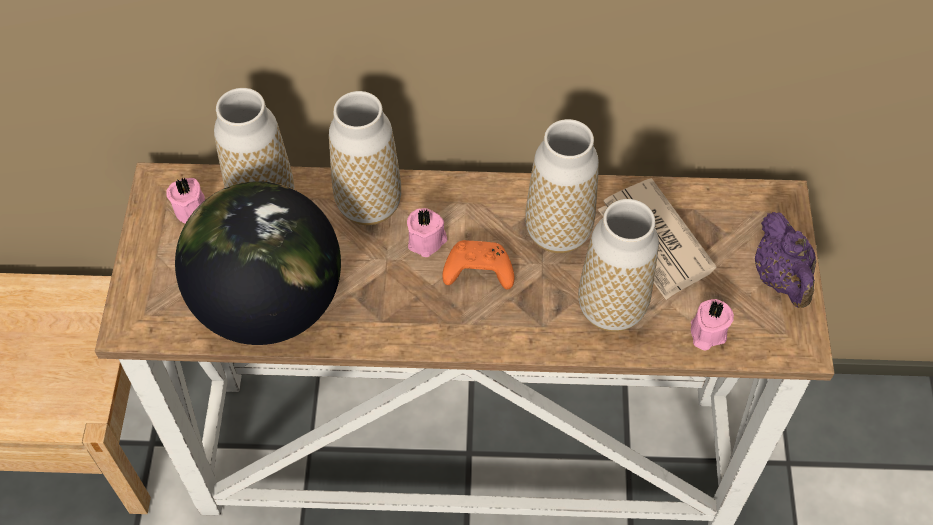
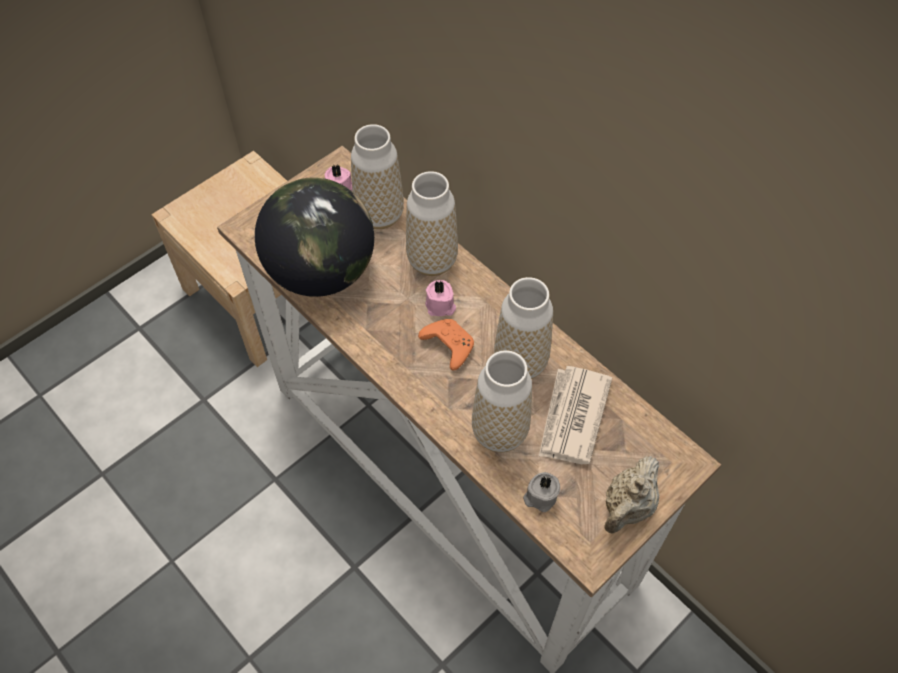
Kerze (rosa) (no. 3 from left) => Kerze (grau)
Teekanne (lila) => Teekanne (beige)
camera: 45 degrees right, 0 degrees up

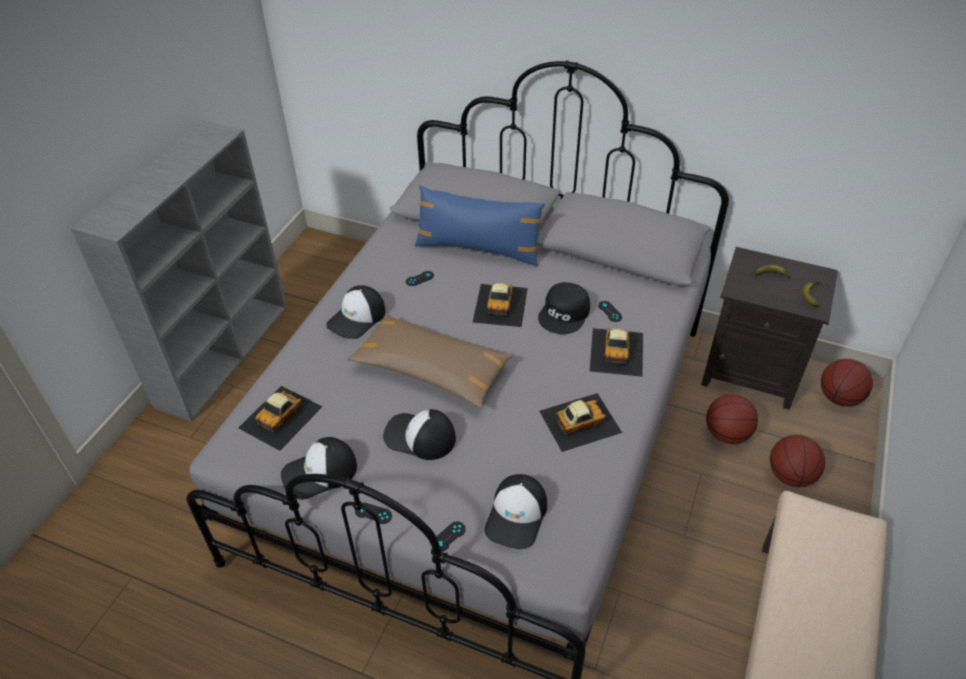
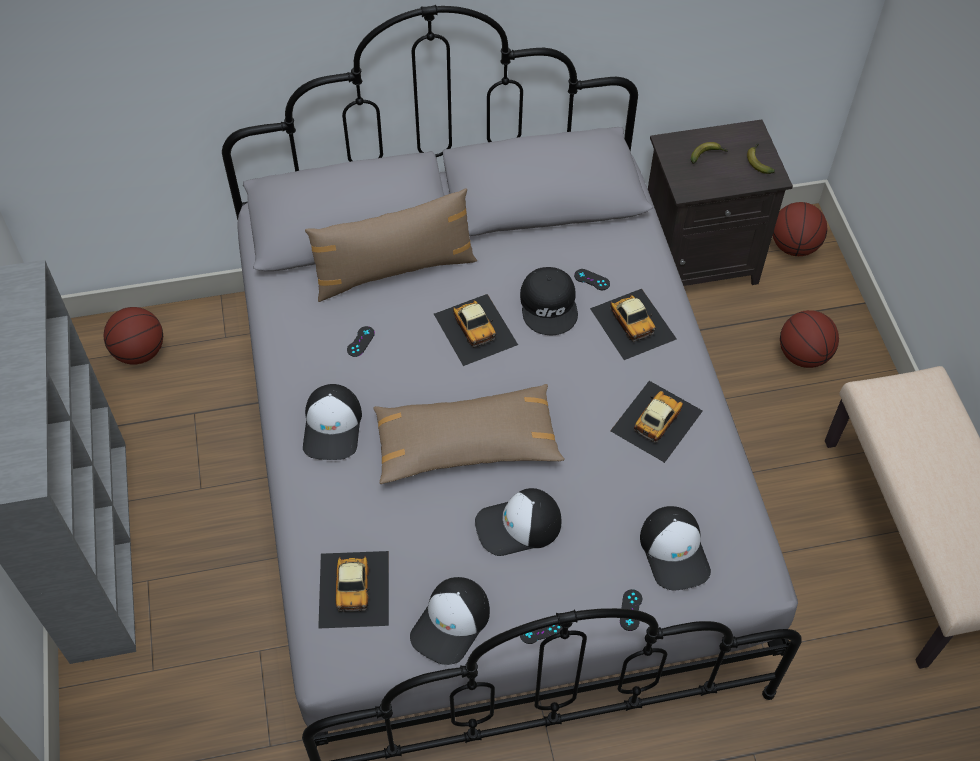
Kissen (blau) => Kissen (braun) (no. 1 from left)
Basketball (no. 1 from left), shifted
camera: 35 degrees left, 10 degrees up

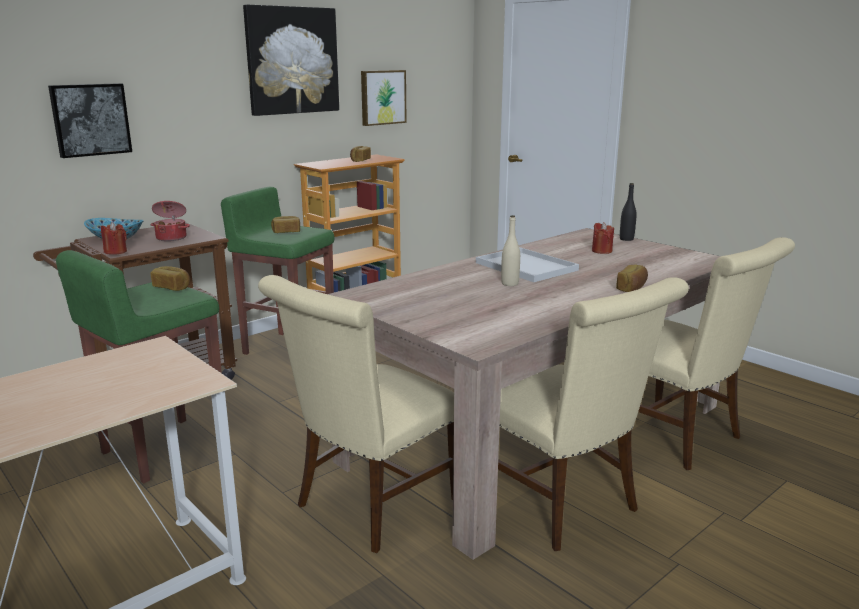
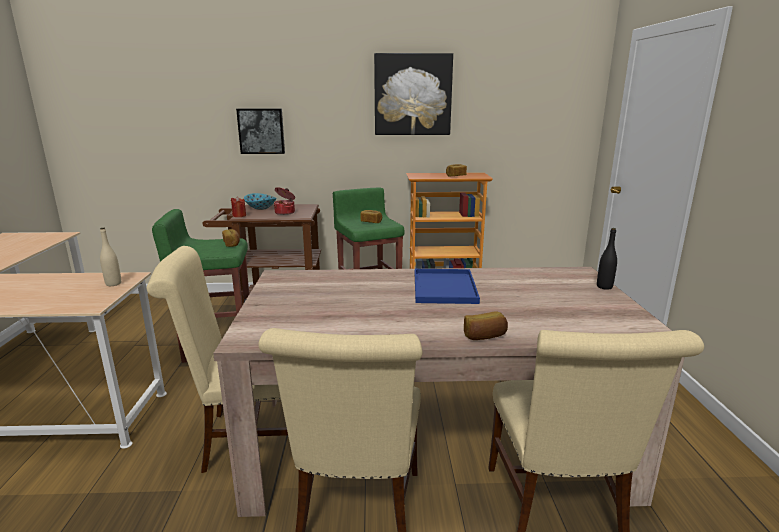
Bild (no. 3 from left) => nothing
Tablett (weiß) => Tablett (blau)
Flasche (beige), shifted
Kerze (rot) (no. 2 from left) => nothing
camera: 40 degrees right, 0 degrees up

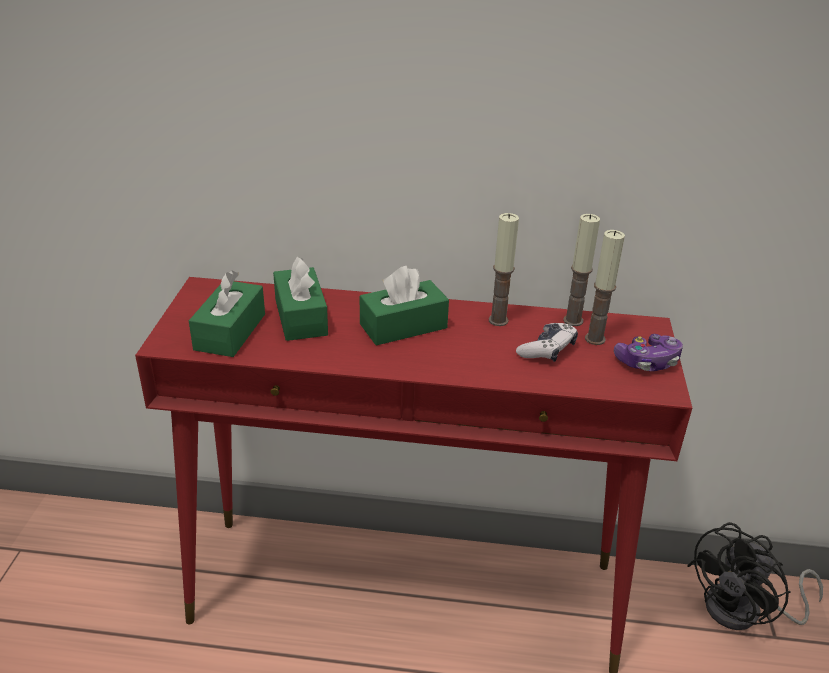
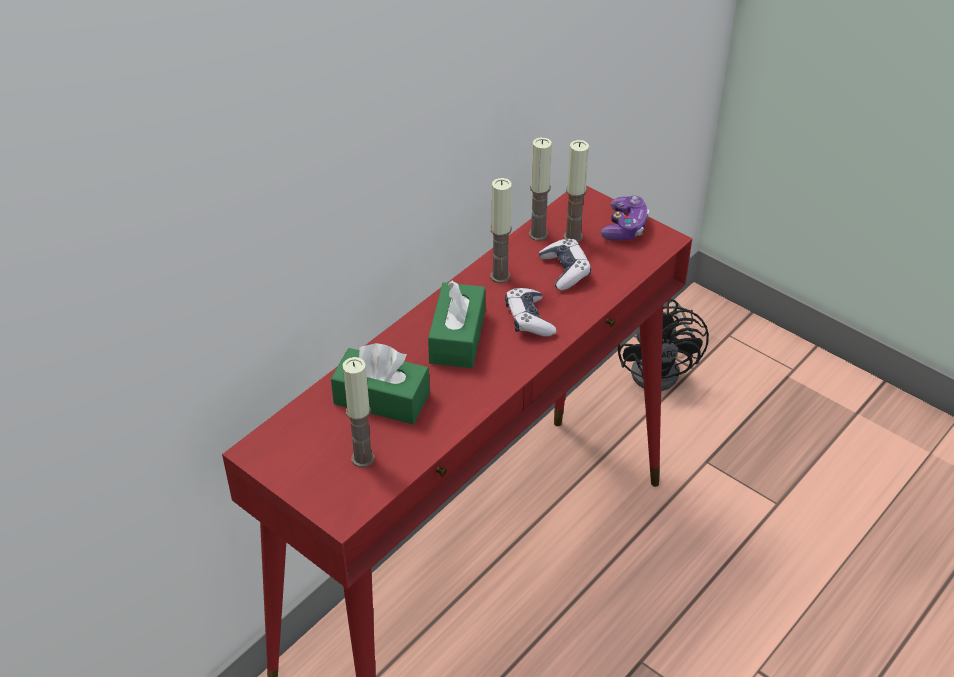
Taschentuchbox (grün) (no. 1 from left) => Kerze (no. 1 from left)
nothing => Gamepad (no. 1 from left)
camera: 55 degrees left, 10 degrees up

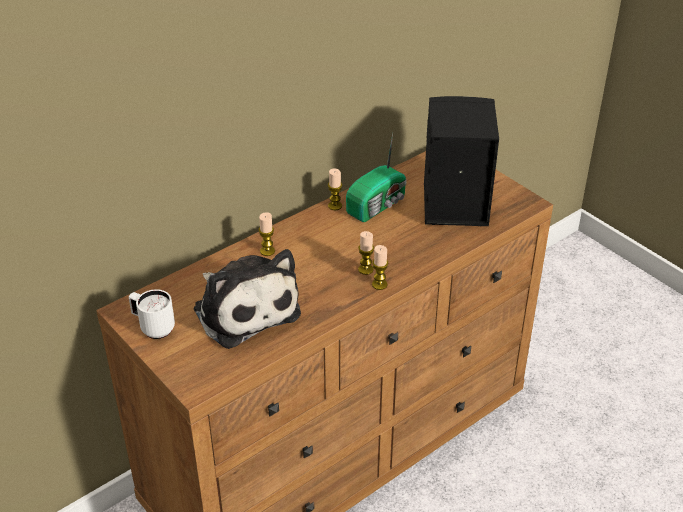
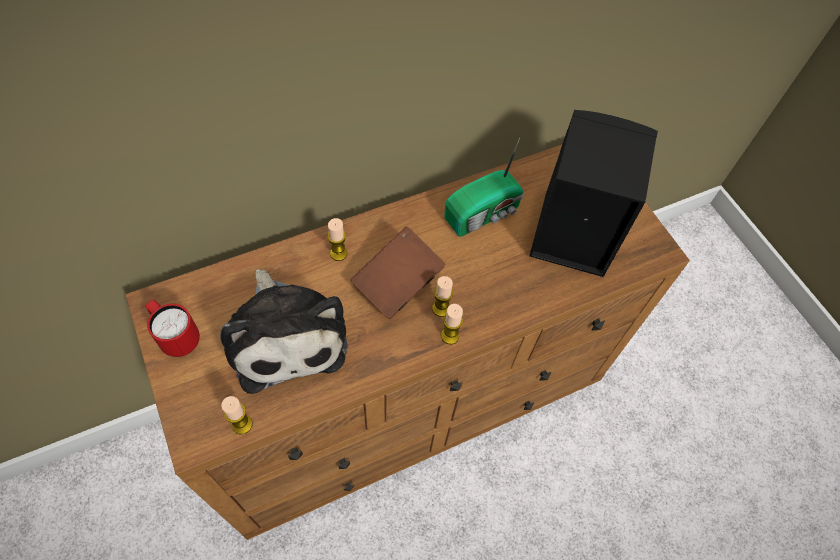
Henkelbecher (weiß) => Henkelbecher (rot)
Kerze (no. 2 from left in the first image) => Kerze (no. 1 from left), shifted
nothing => Buch (braun)
camera: 10 degrees right, 20 degrees up

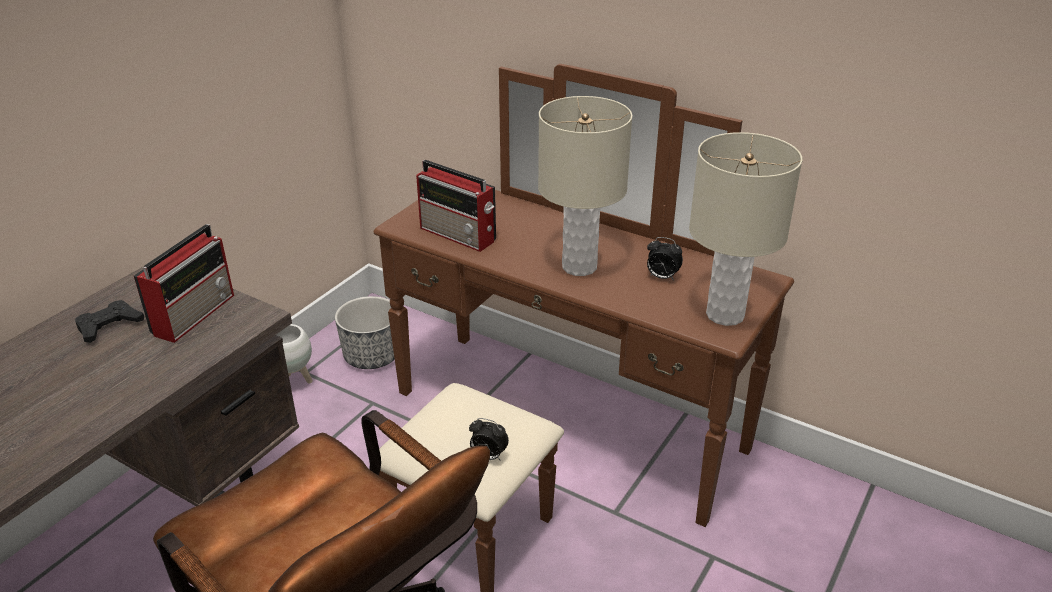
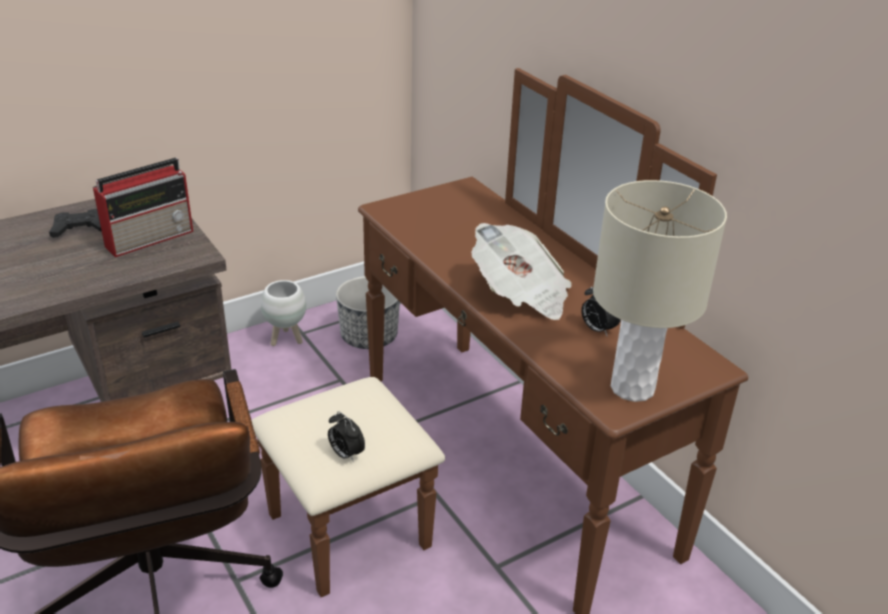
Radio (no. 2 from left) => nothing
Tischlampe (beige) (no. 1 from left) => Zeitung
camera: 25 degrees right, 0 degrees up

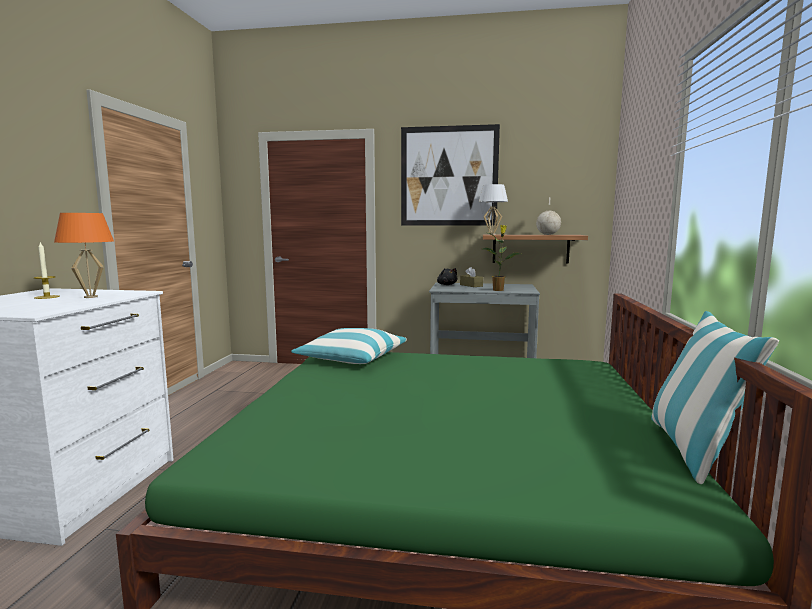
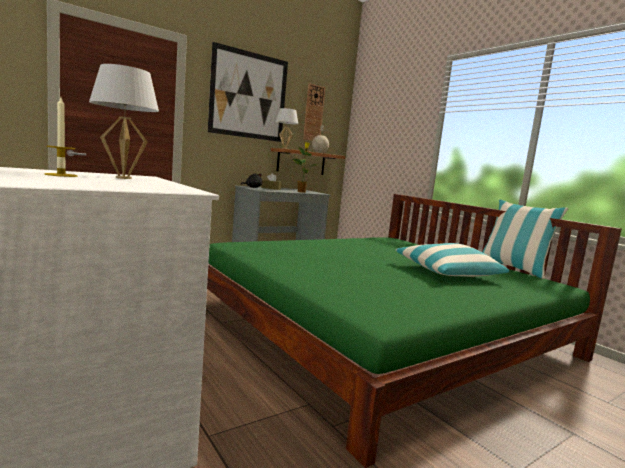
Tischlampe (orange) => Tischlampe (weiß) (no. 1 from left)
Kissen (no. 1 from left), shifted
nothing => Wanduhr
camera: 45 degrees left, 0 degrees up

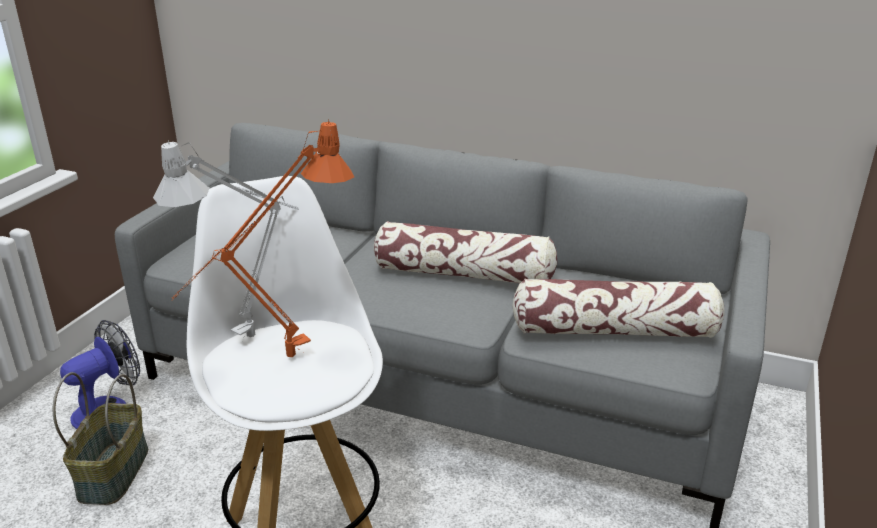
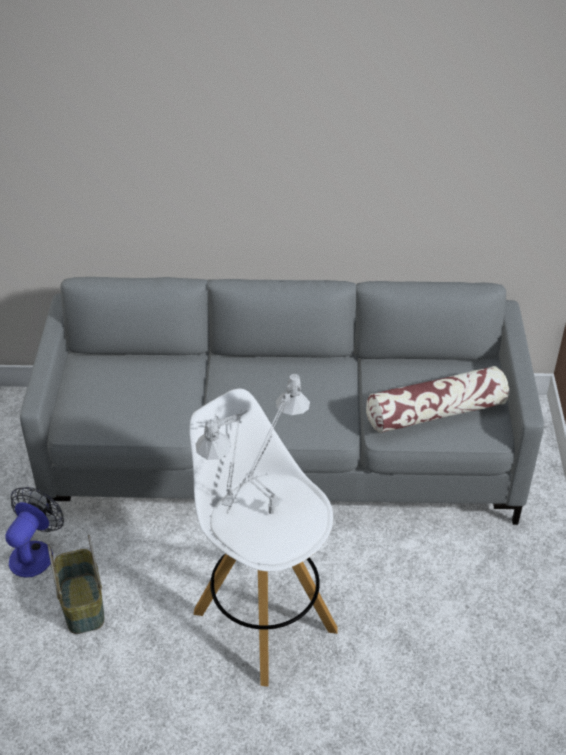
Tischlampe (orange) => Tischlampe (grau) (no. 2 from left)
Kissen (no. 1 from left) => nothing
camera: 20 degrees left, 15 degrees up

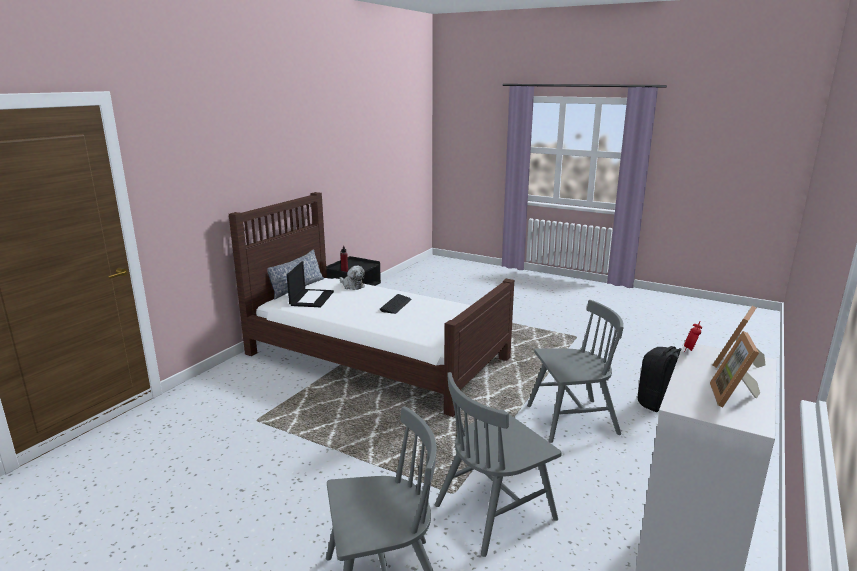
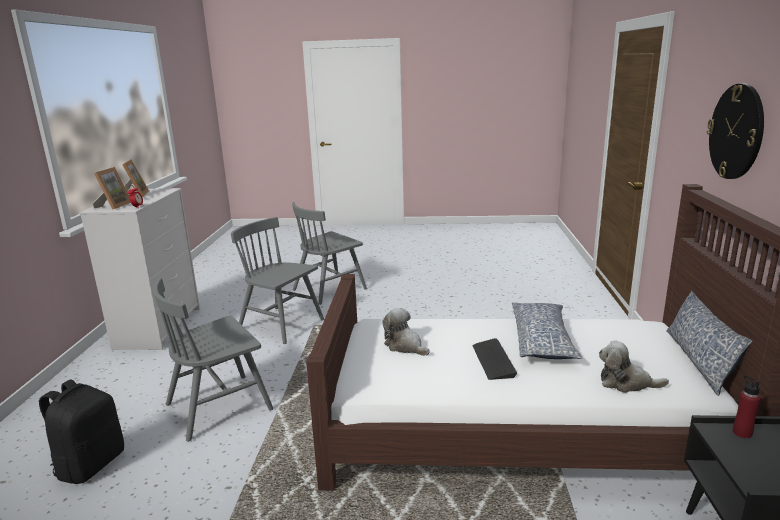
Laptop => nothing
Stuhl (grau) (no. 2 from left), 90 degrees counterclockwise
nothing => Plüschtier (no. 1 from left)
nothing => Kissen (no. 1 from left)
nothing => Wanduhr
camera: 155 degrees right, 0 degrees up

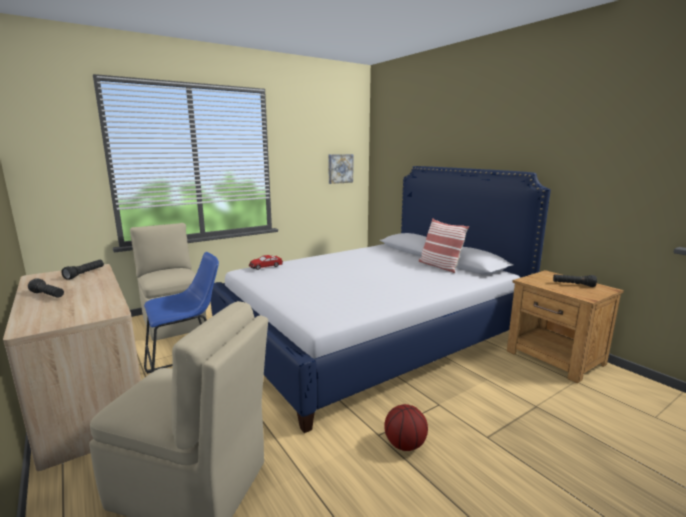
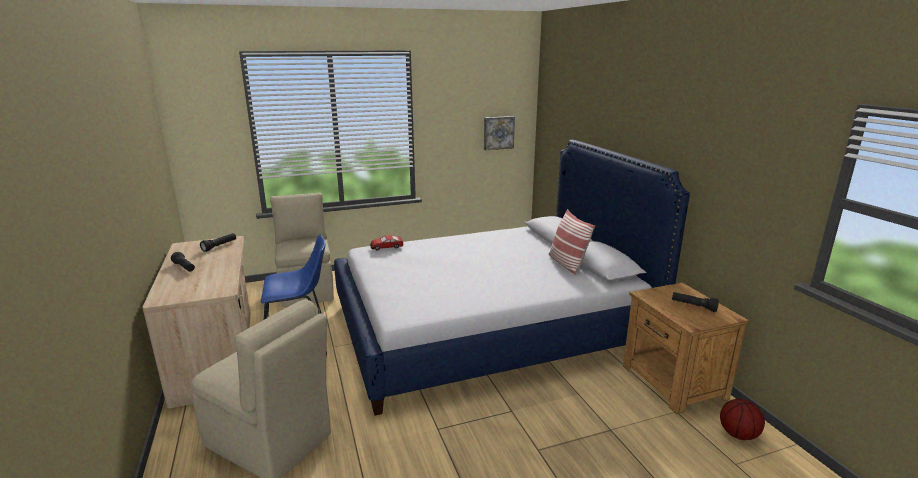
Basketball, shifted
camera: 15 degrees right, 5 degrees up

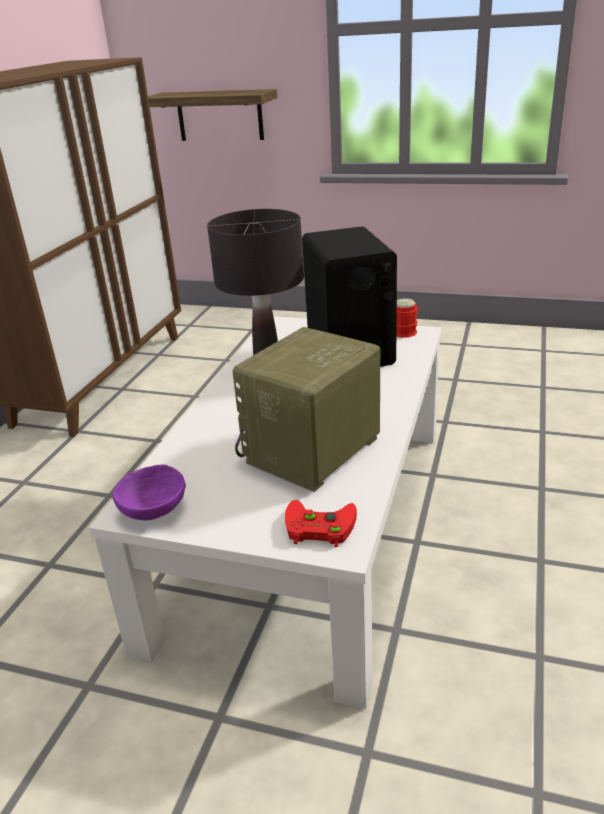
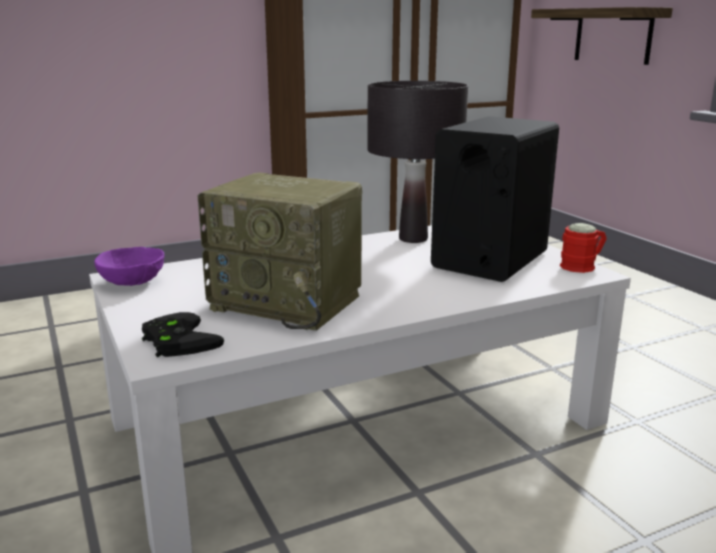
Radio, 150 degrees counterclockwise
Gamepad (rot) => Gamepad (schwarz)
camera: 45 degrees right, 10 degrees down

